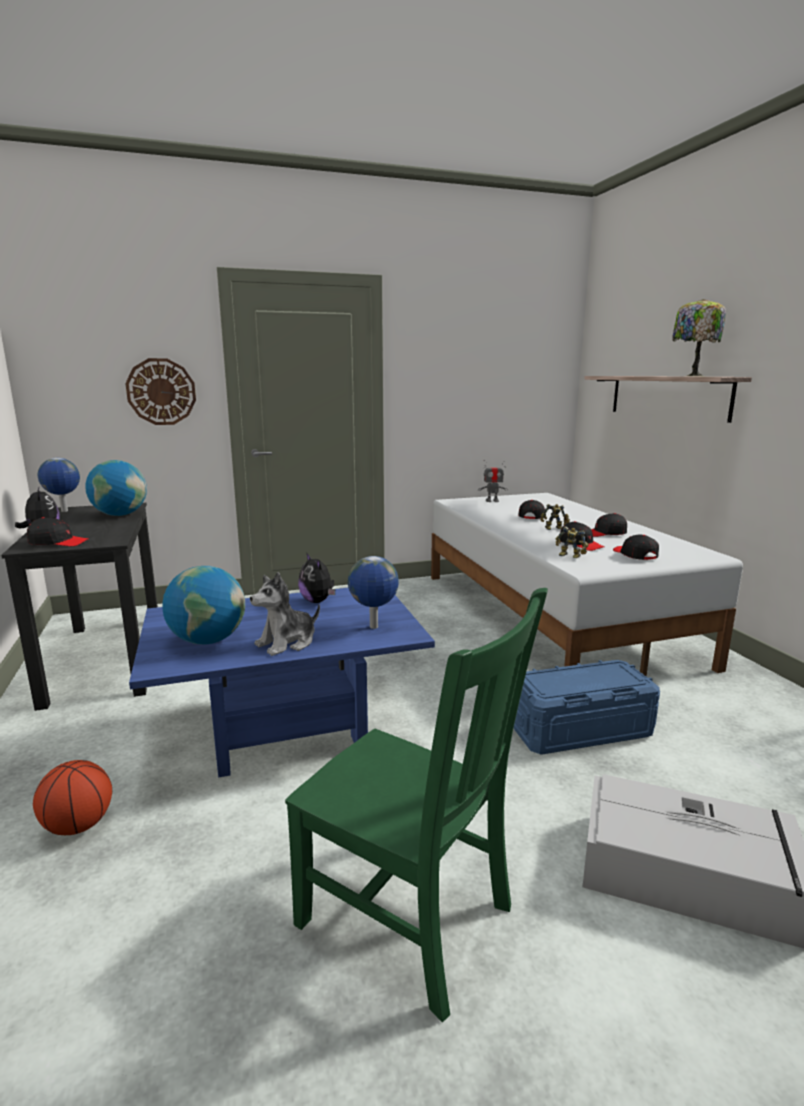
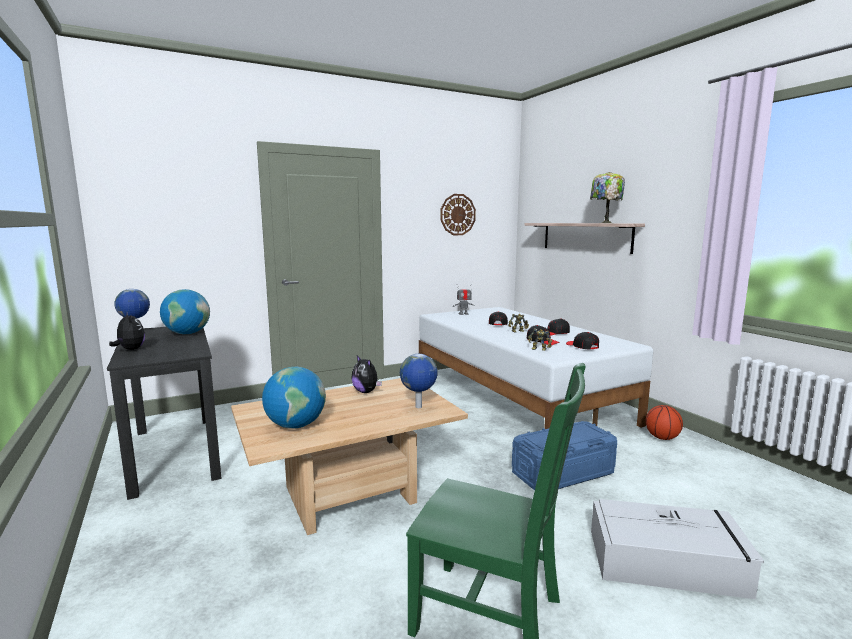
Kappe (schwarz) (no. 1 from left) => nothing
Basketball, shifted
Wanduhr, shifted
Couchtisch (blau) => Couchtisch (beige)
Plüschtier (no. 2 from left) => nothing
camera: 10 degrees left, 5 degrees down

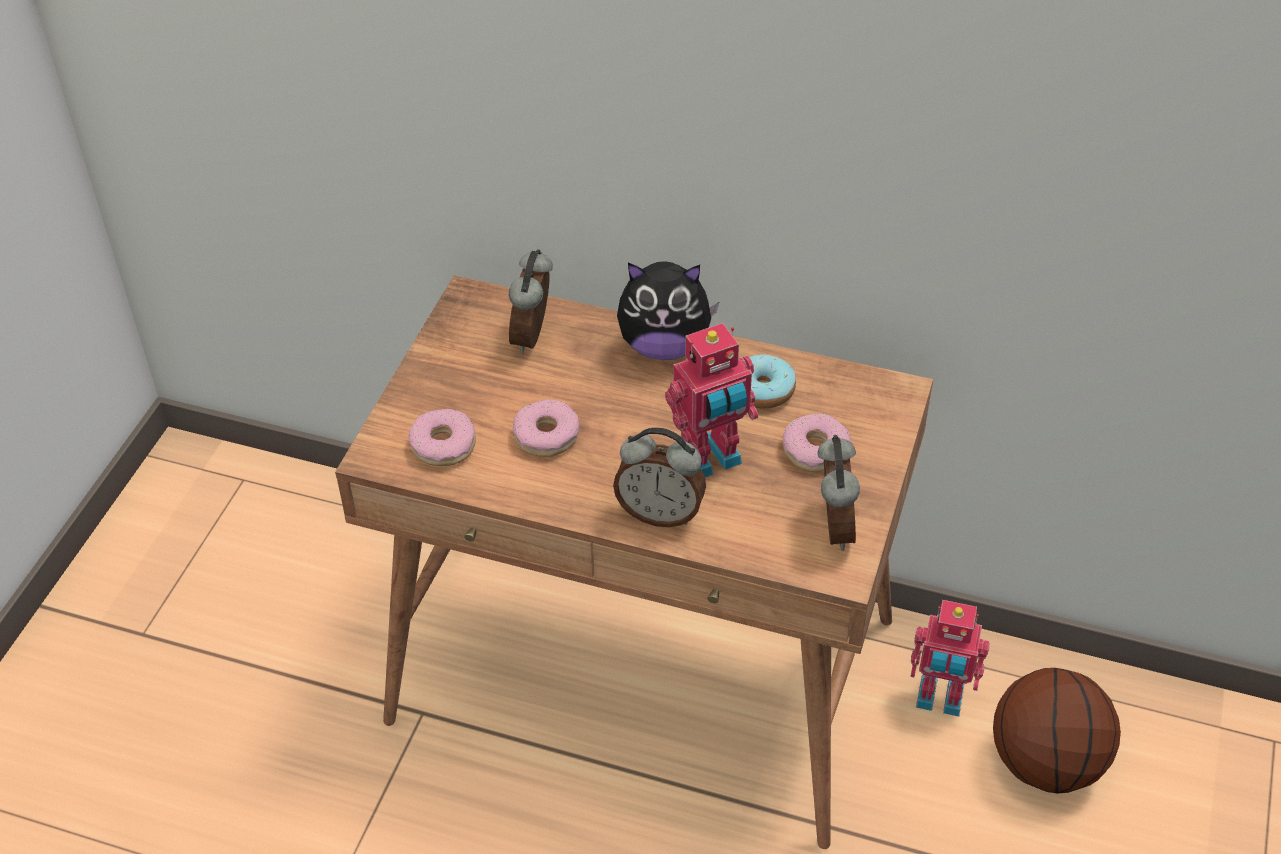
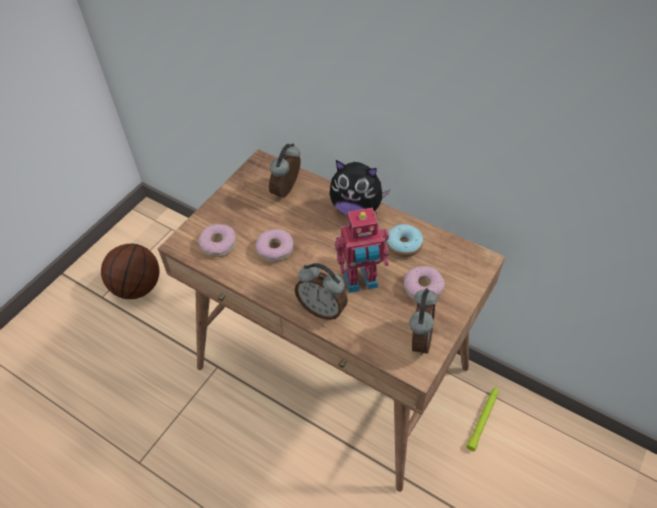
Spielzeugroboter (no. 2 from left) => Taschenlampe (grün)
Basketball, shifted
camera: 15 degrees right, 5 degrees up

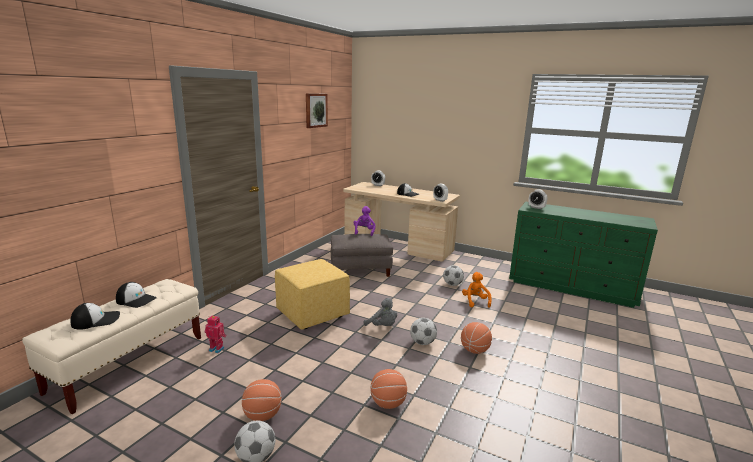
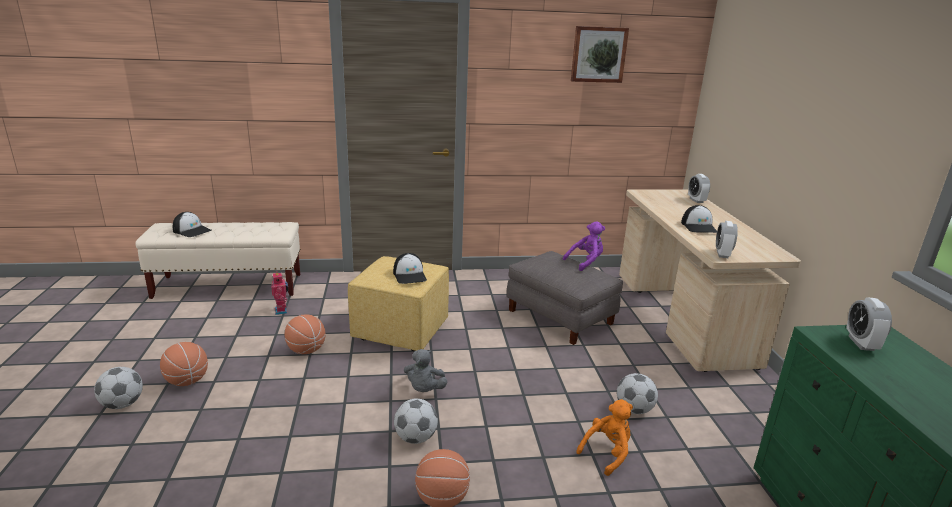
Kappe (no. 2 from left), shifted
Basketball (no. 2 from left), shifted
camera: 55 degrees right, 5 degrees up

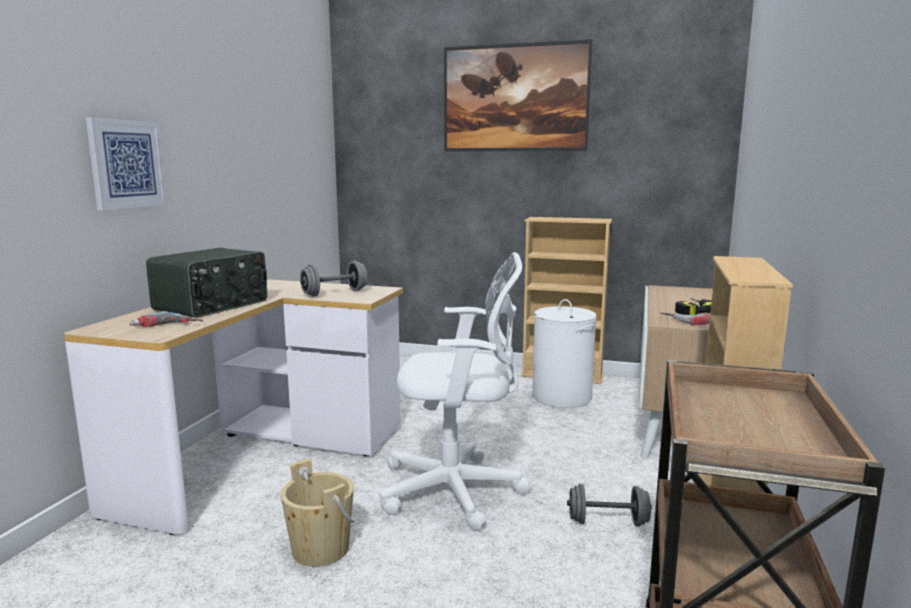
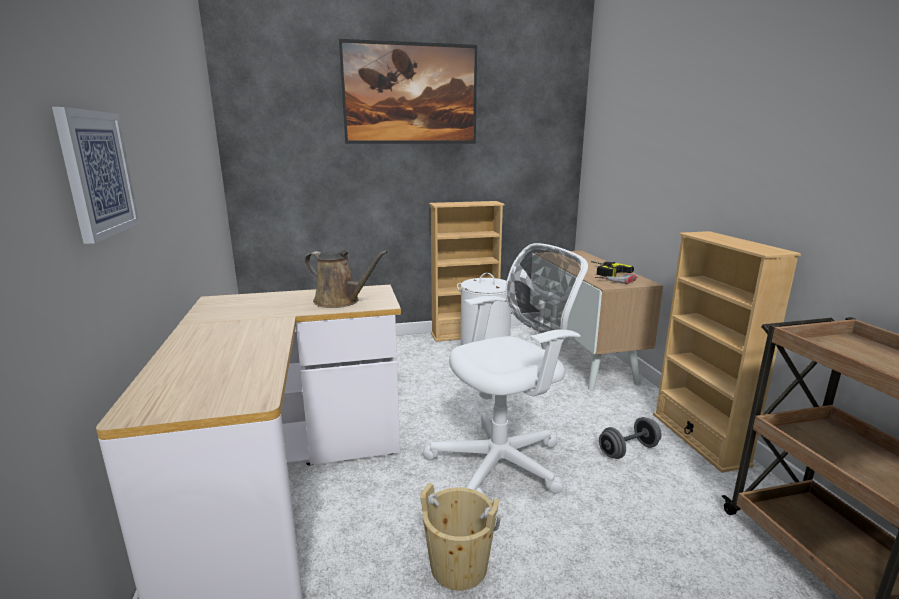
Bohrmaschine (no. 1 from left) => nothing
Radio => nothing
Hantel (grau) (no. 1 from left) => Gießkanne (braun)
camera: 30 degrees left, 5 degrees up

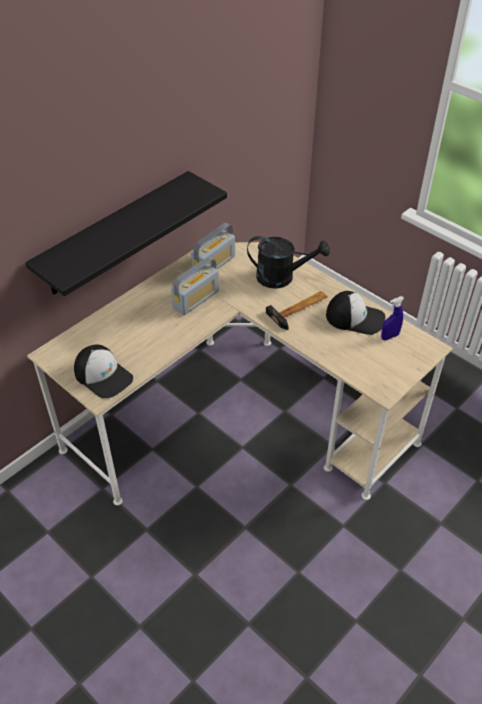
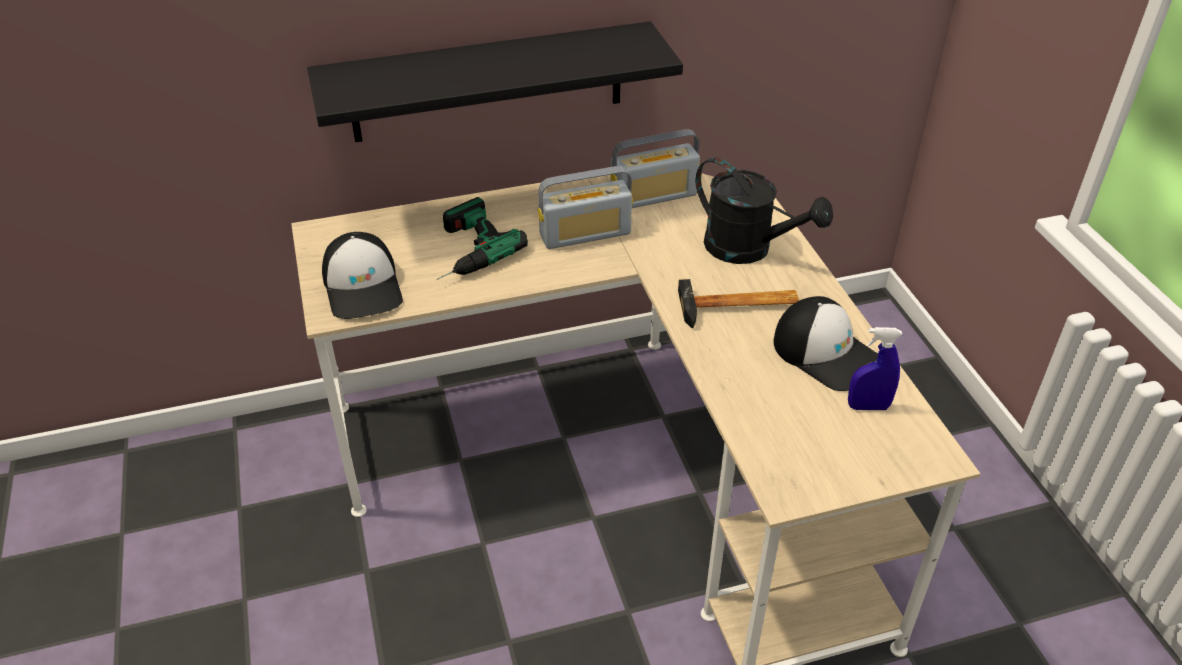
nothing => Bohrmaschine
camera: 30 degrees right, 5 degrees down

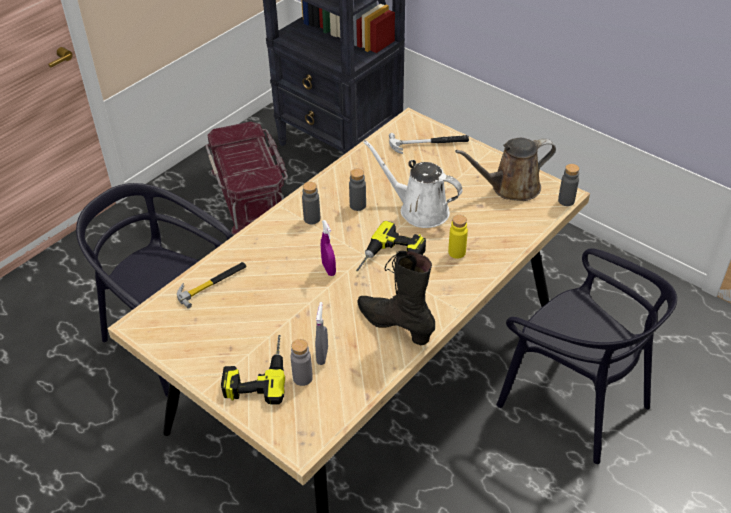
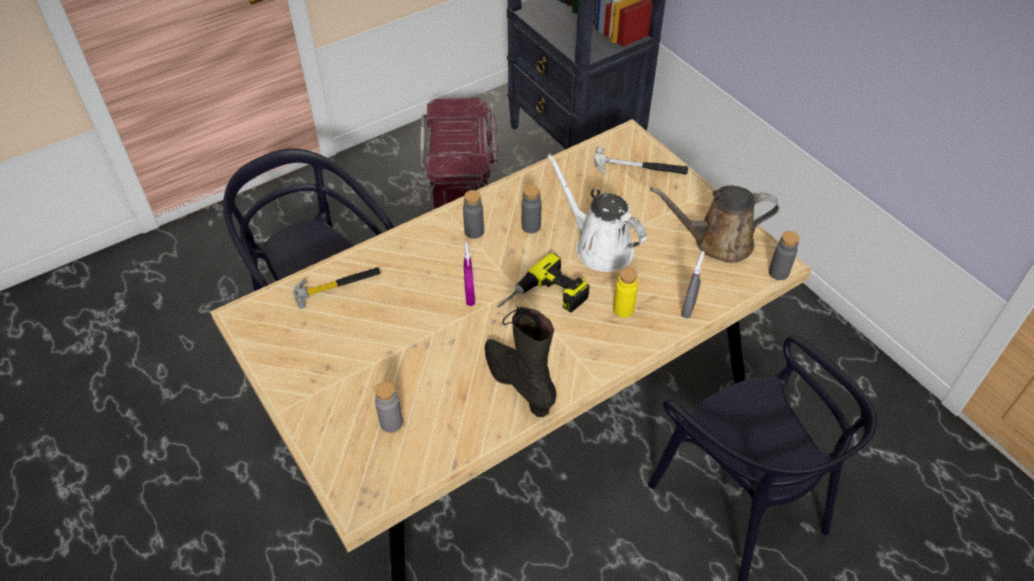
Bohrmaschine (no. 1 from left) => nothing
Sprühflasche (grau), shifted
camera: 15 degrees right, 5 degrees up

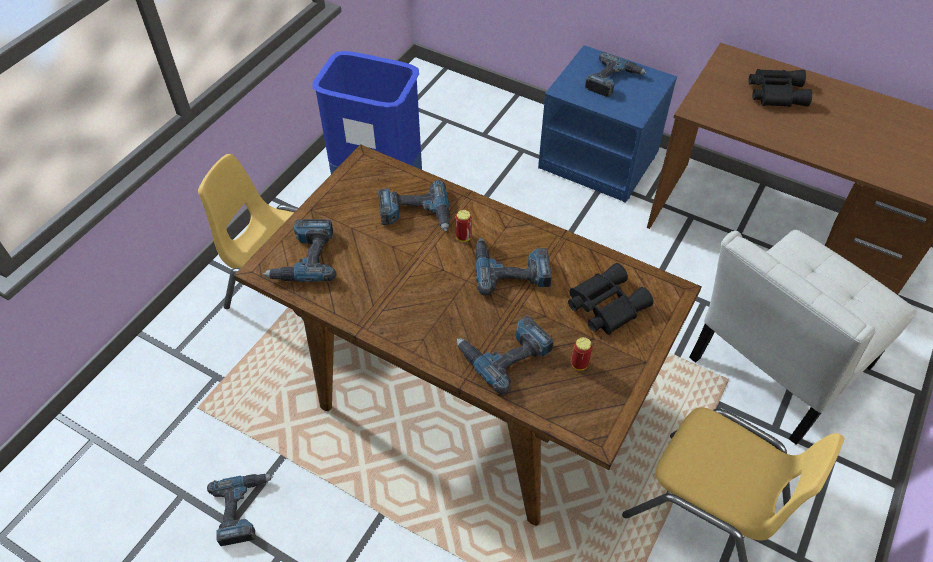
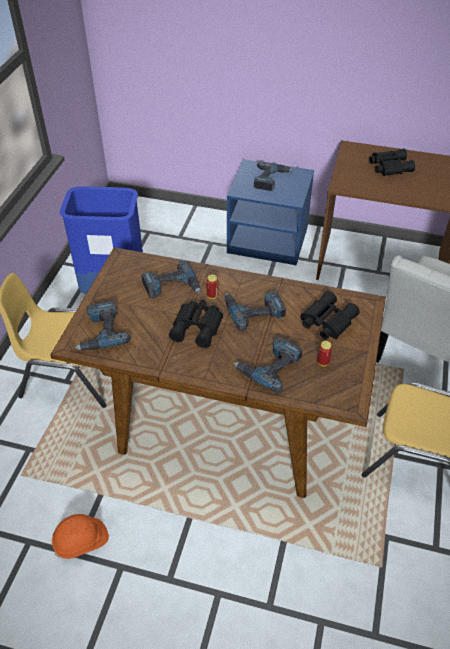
Bohrmaschine (no. 1 from left) => Schutzhelm (orange)
nothing => Fernglas (schwarz) (no. 1 from left)
camera: 15 degrees left, 5 degrees down

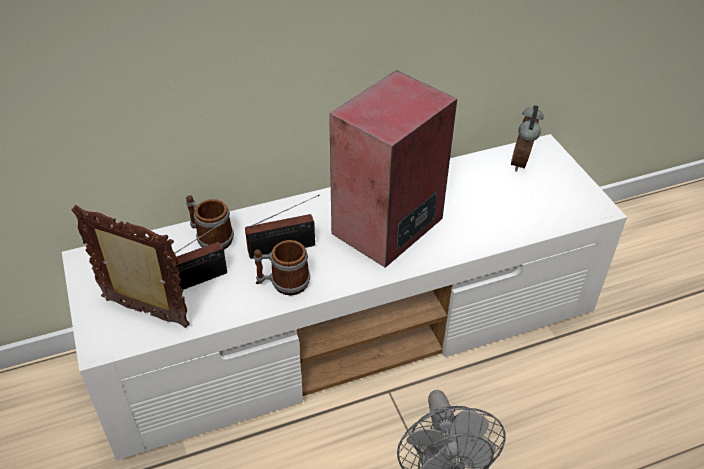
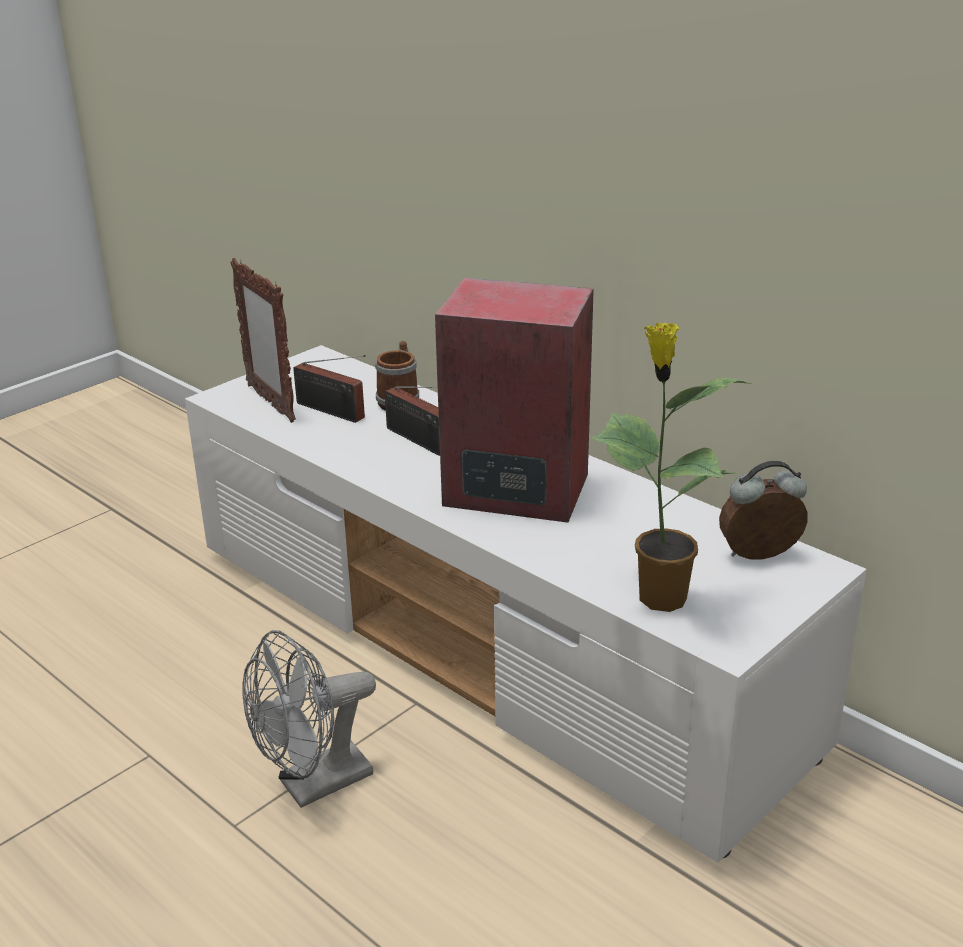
Bilderrahmen, 150 degrees clockwise
Henkelbecher (no. 2 from left) => nothing
nothing => Topfpflanze
camera: 65 degrees right, 15 degrees down

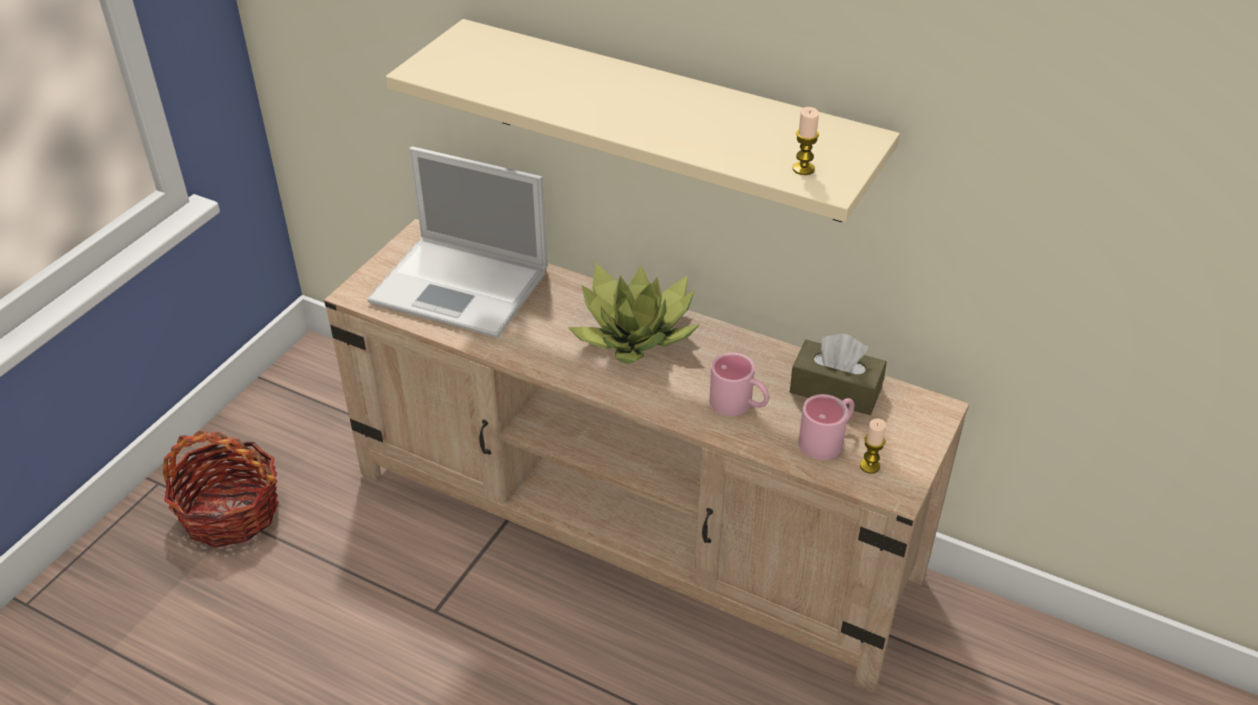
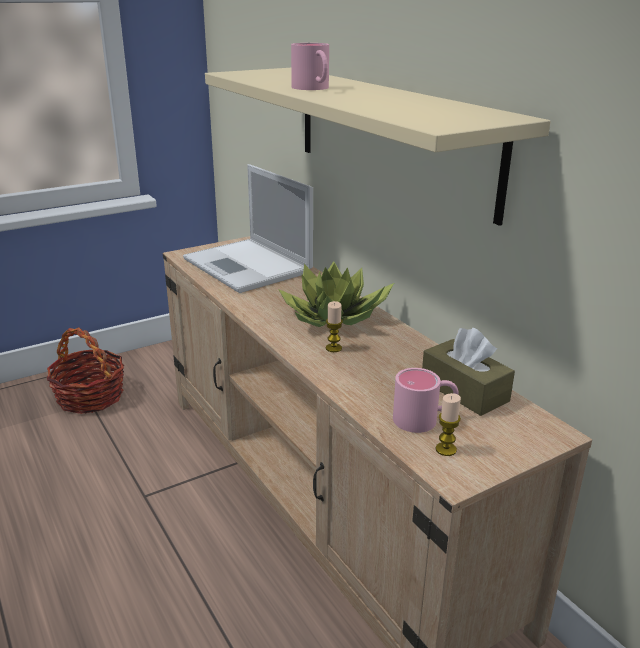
Henkelbecher (rosa) (no. 1 from left), shifted
Kerze (no. 1 from left), shifted
camera: 30 degrees right, 15 degrees down

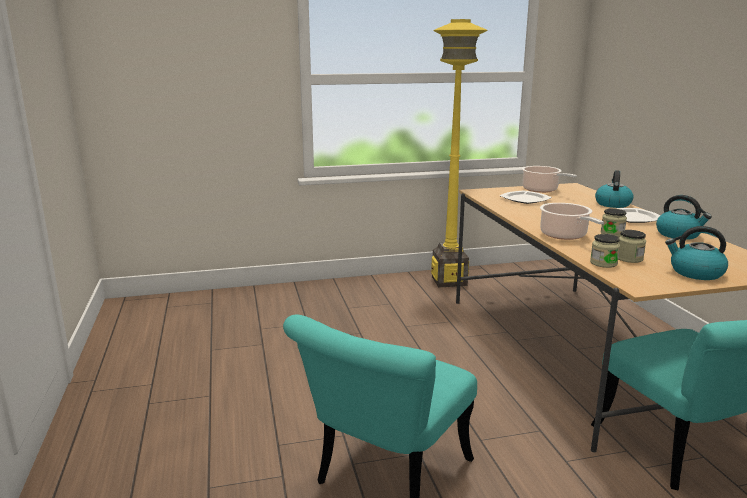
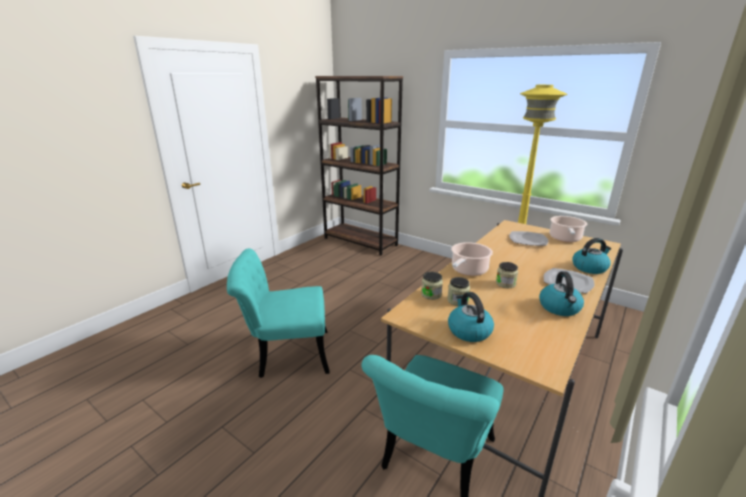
nothing => Bücherregal (braun)
camera: 50 degrees right, 5 degrees up

